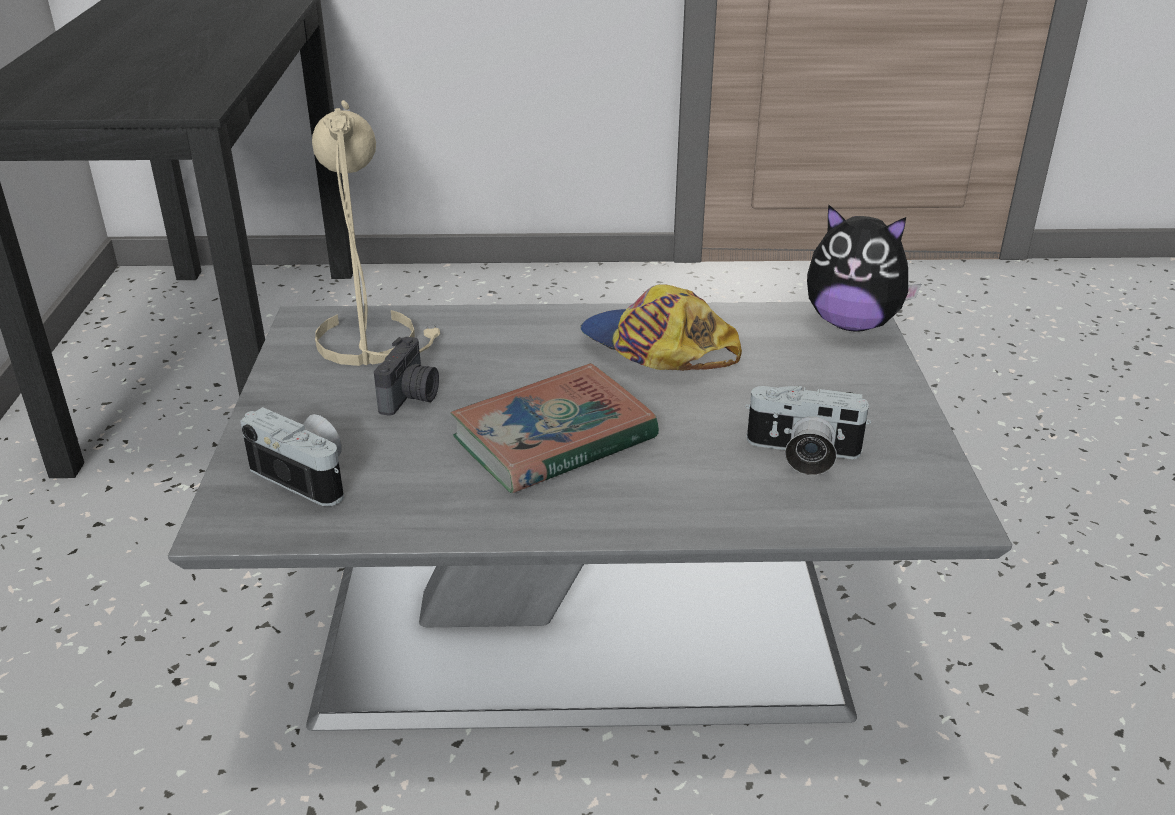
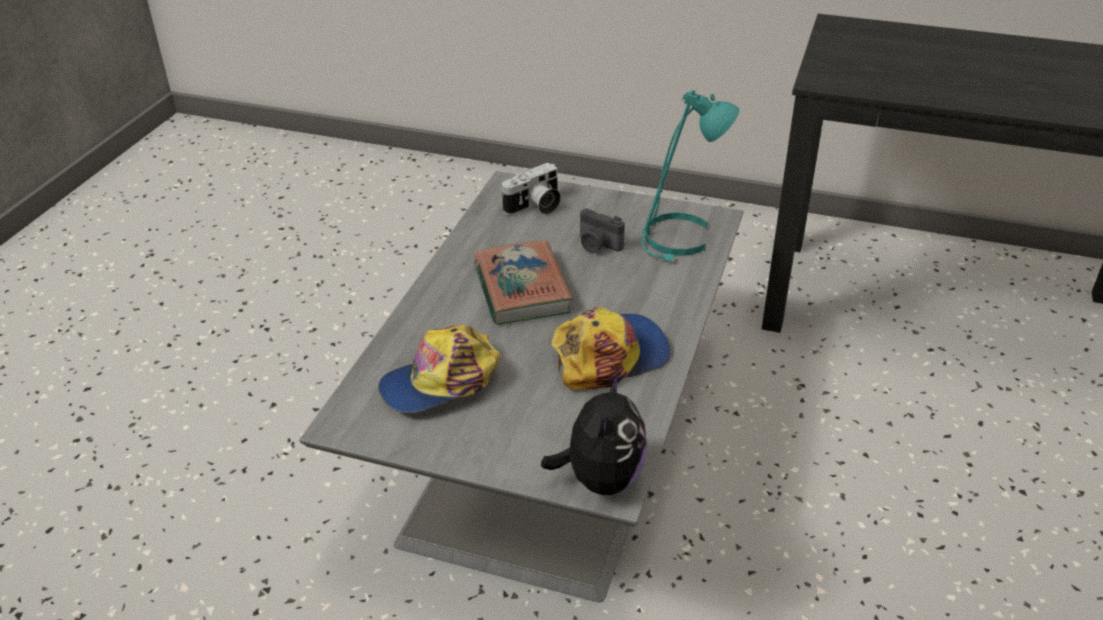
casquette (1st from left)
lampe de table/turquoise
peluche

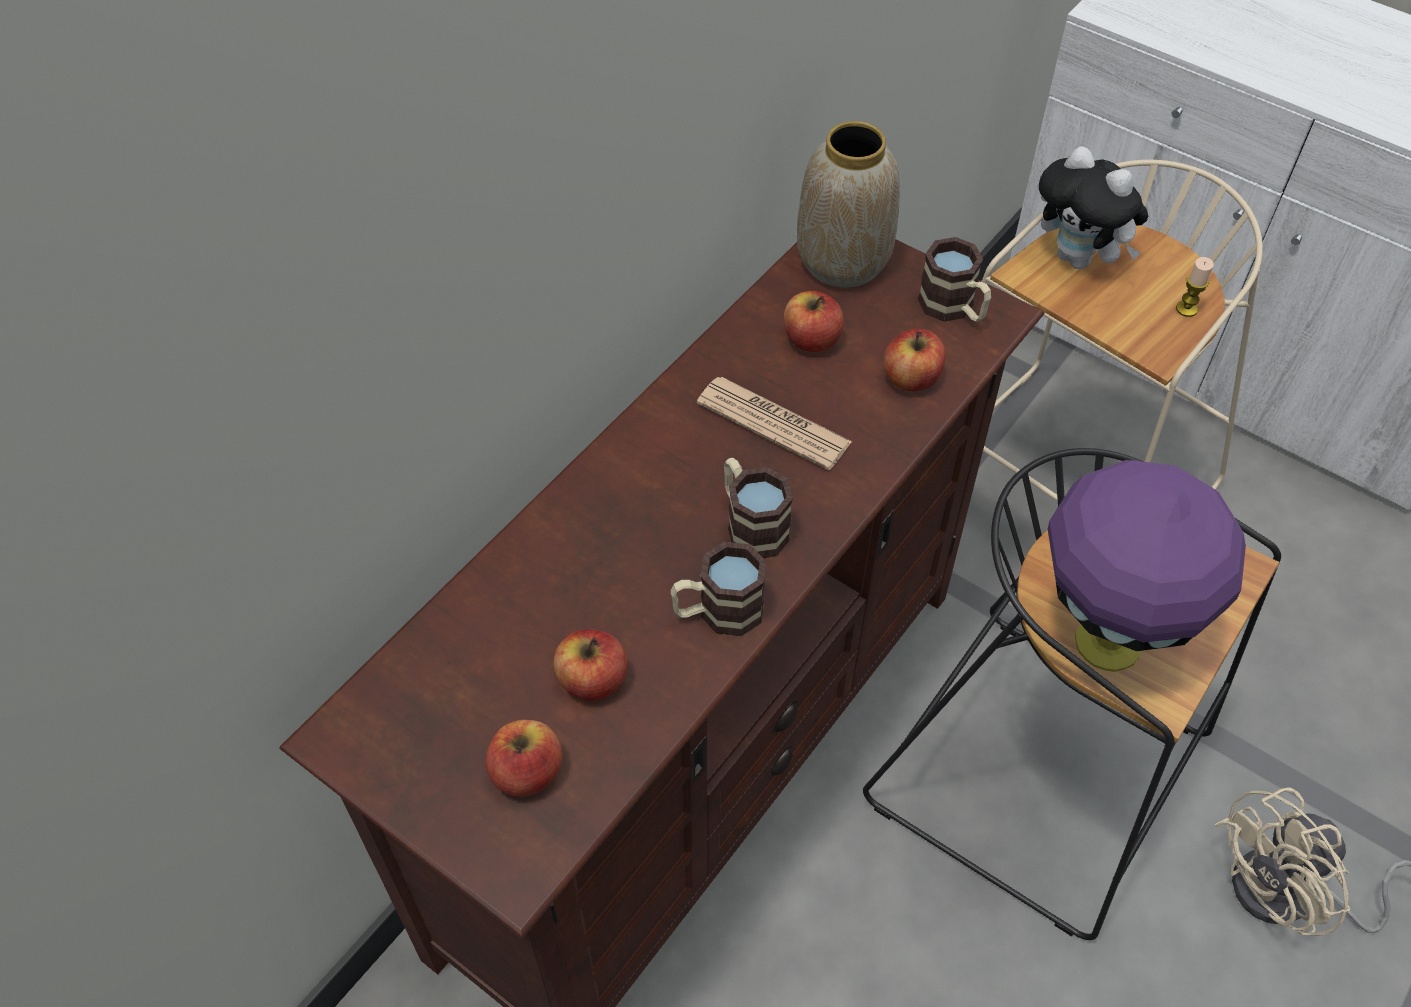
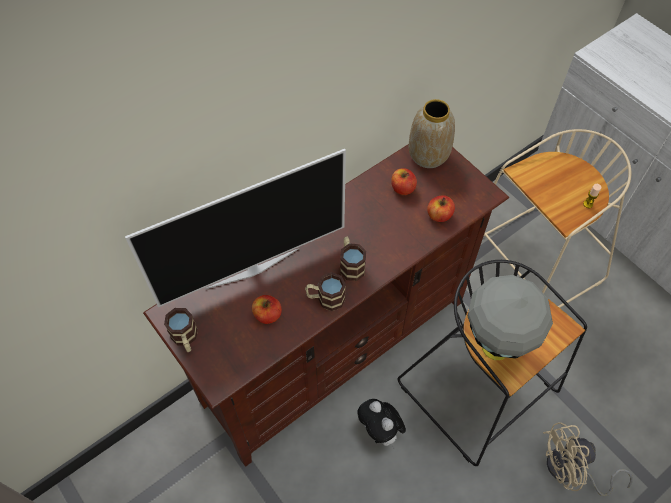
pomme (1st from left in the first image)
journal
téléviseur
mug (1st from left)
peluche
lampe de table/gris

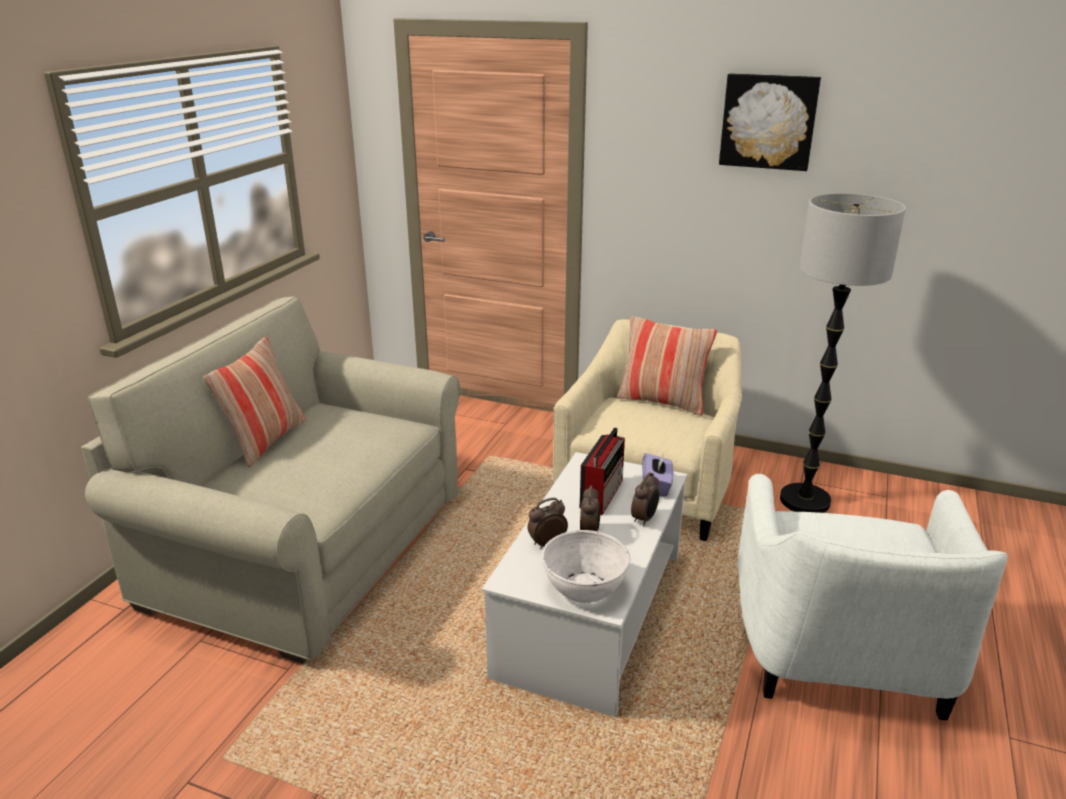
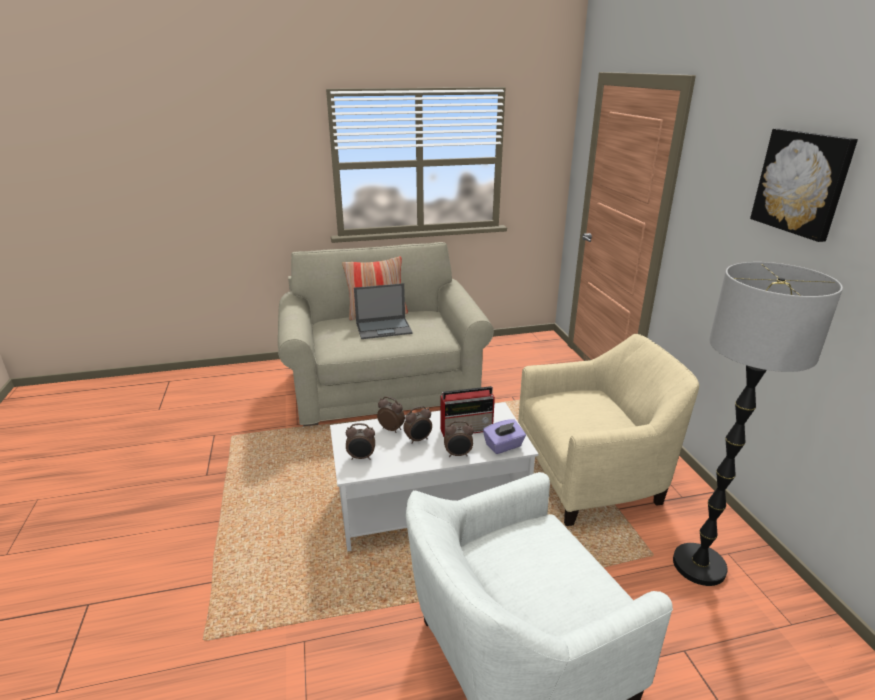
coussin (2nd from left in the first image)
ordinateur portable
réveil (1st from left)

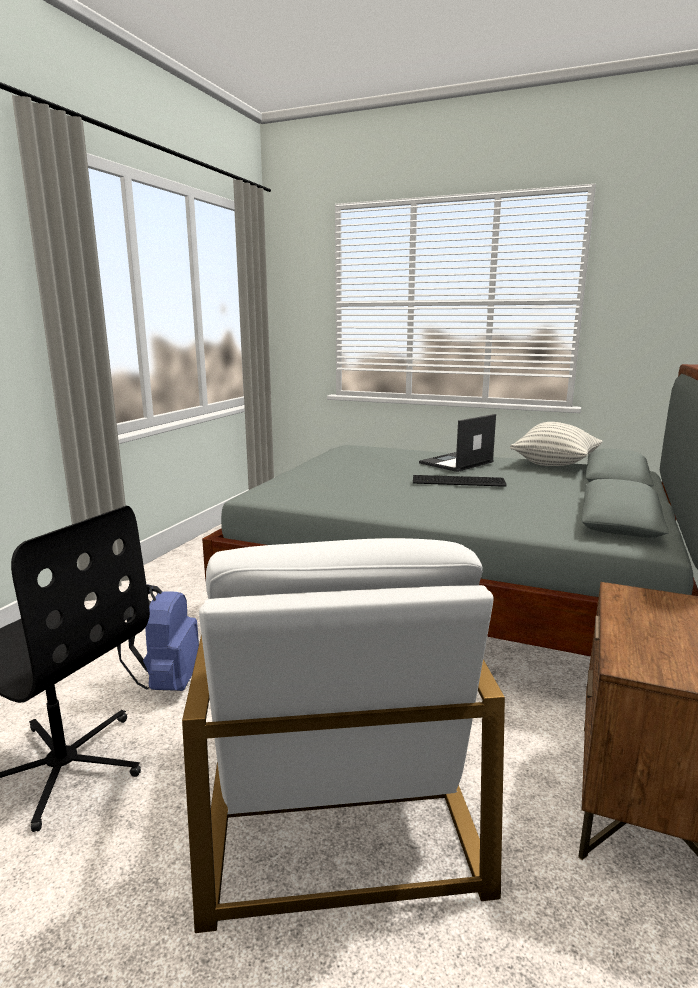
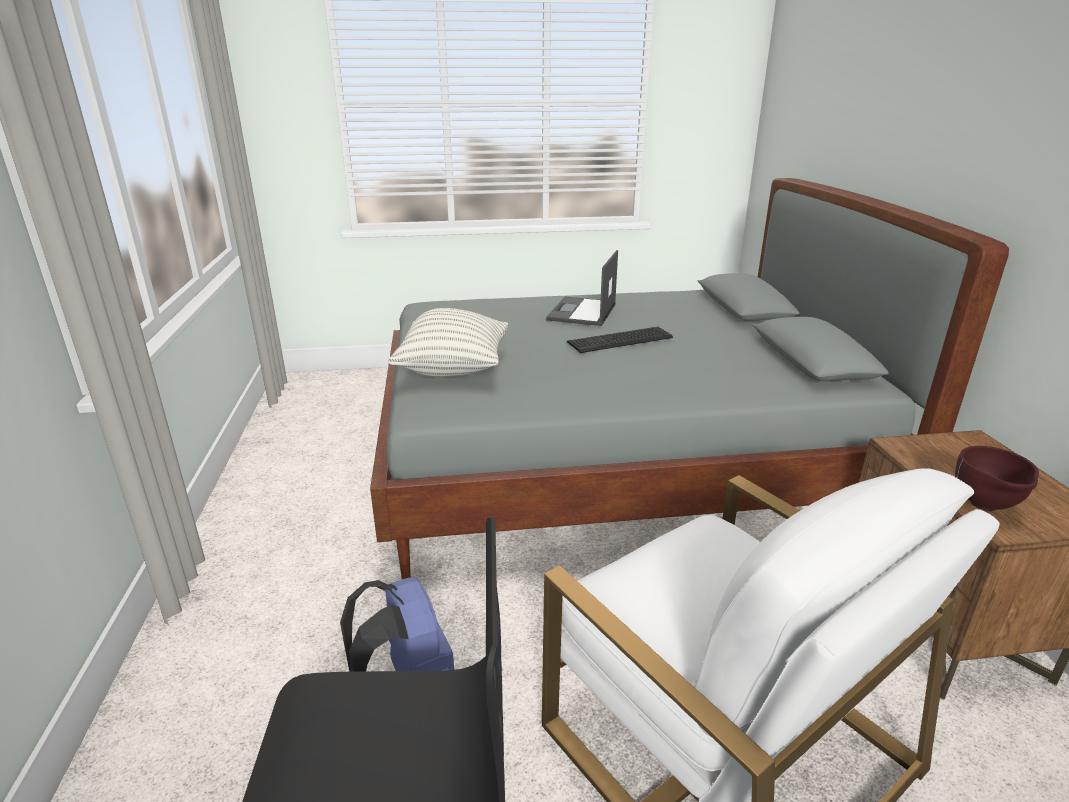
bol/marron
coussin

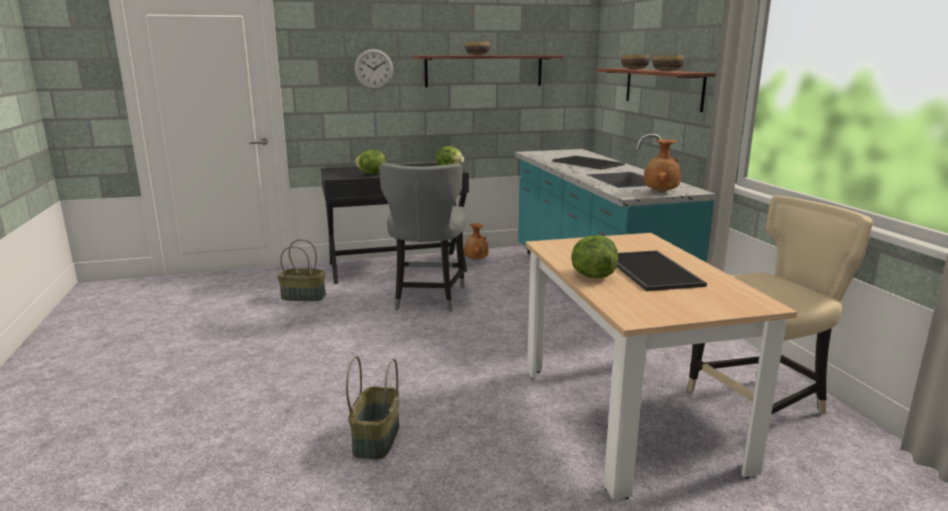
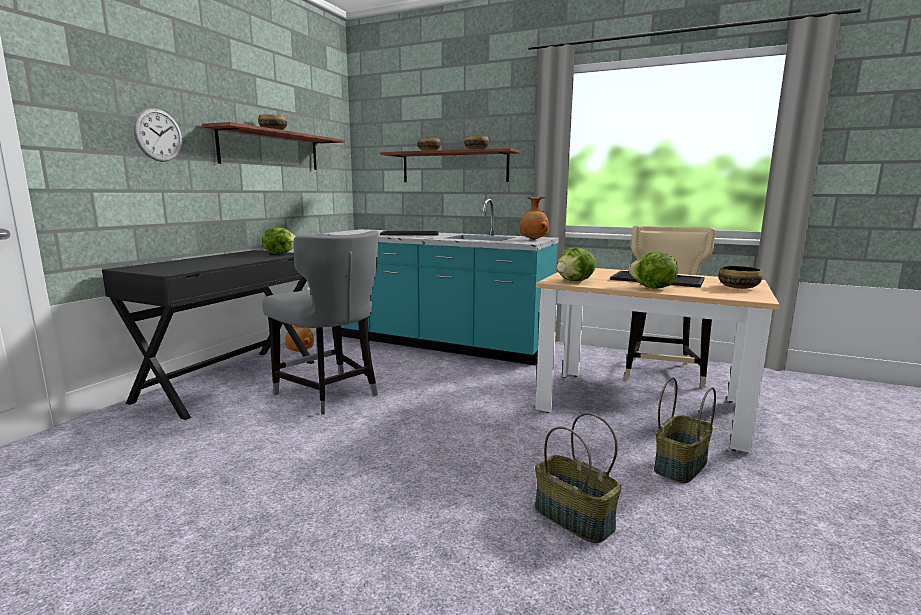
bol (4th from left)
panier (2nd from left)
laitue (2nd from left)

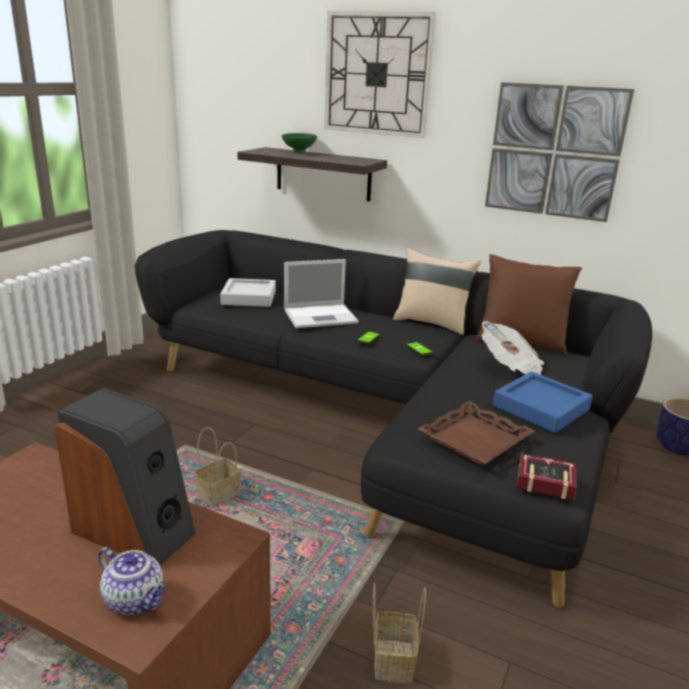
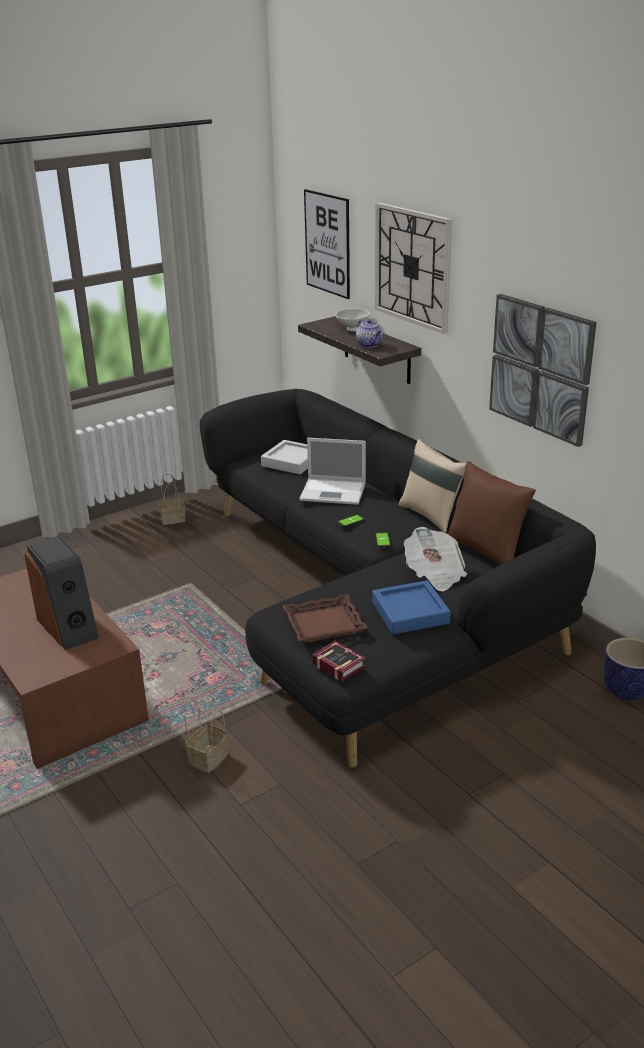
tableau (1st from left)
théière
panier (1st from left)
bol/blanc

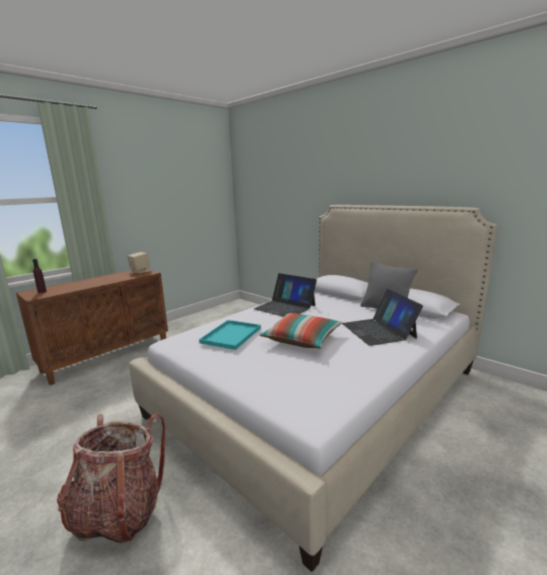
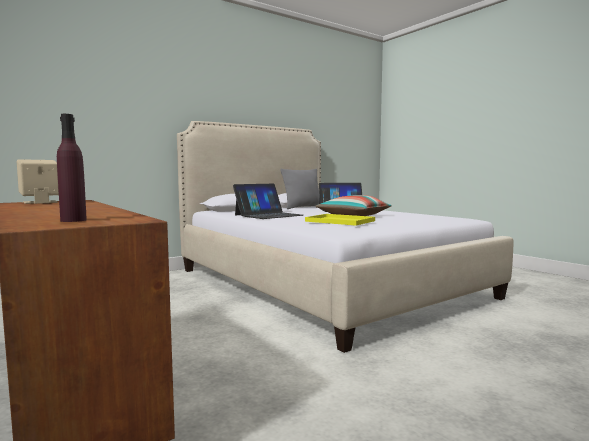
sac à dos
plateau/jaune

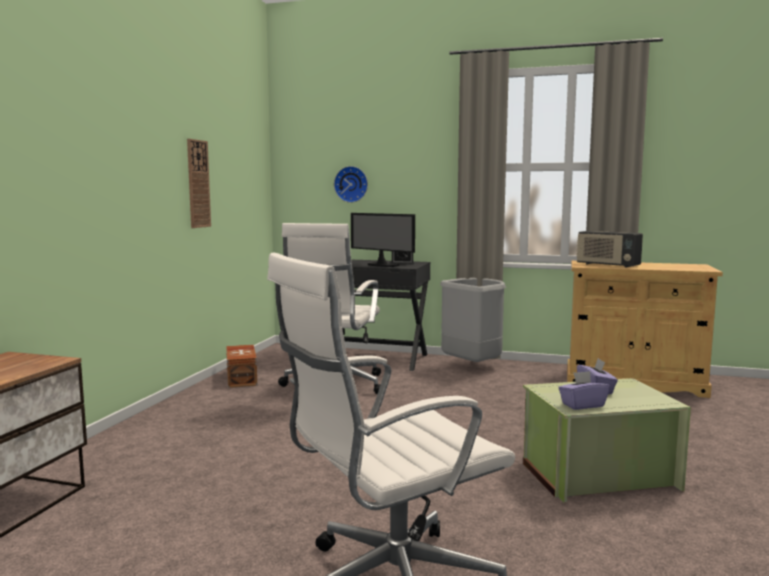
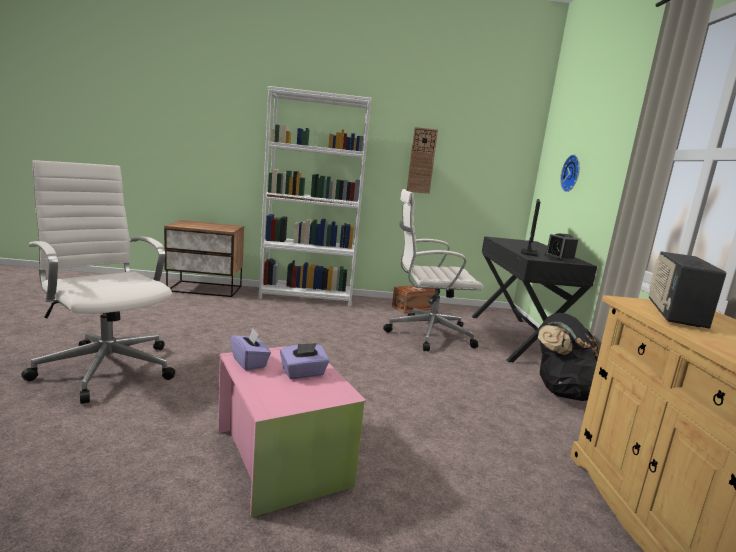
bibliothèque/blanc
sac à dos/noir
boîte de rangement/rose

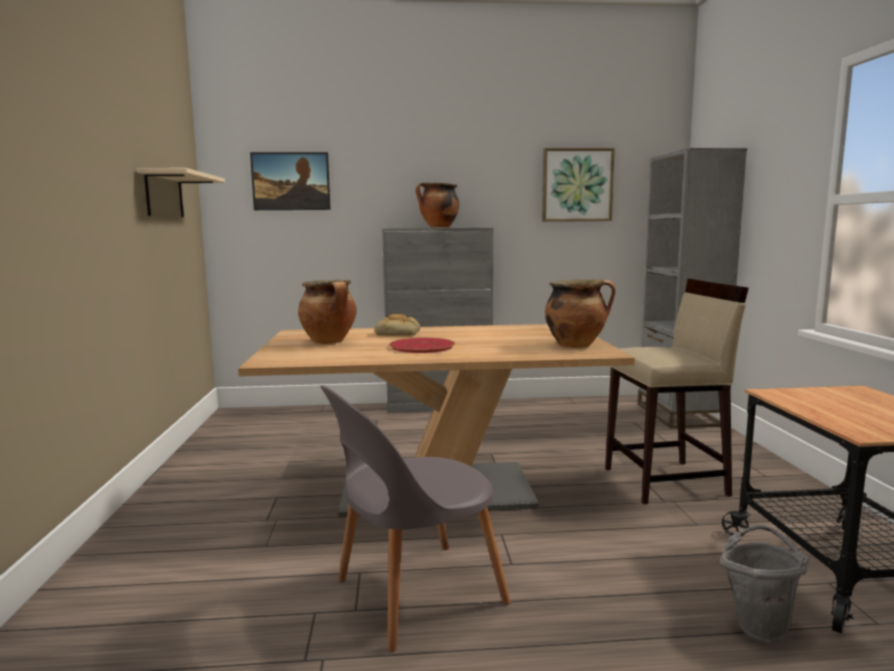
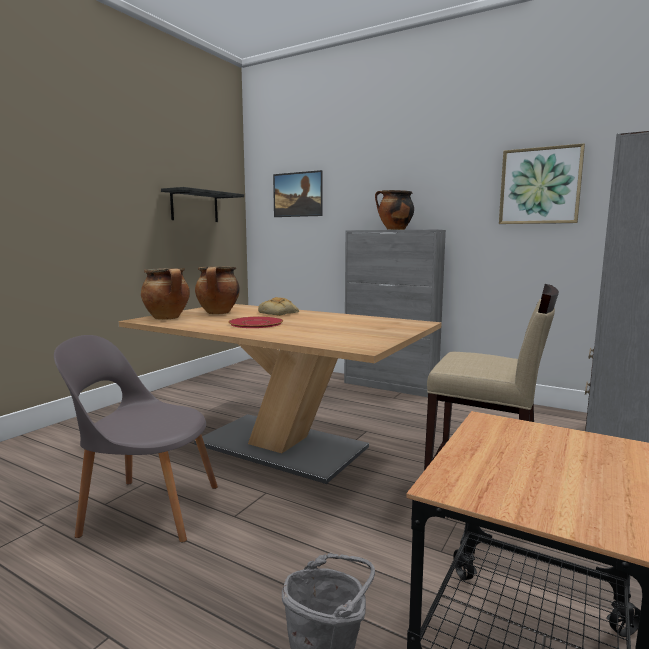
marmite (1st from left)
étagère/noir

